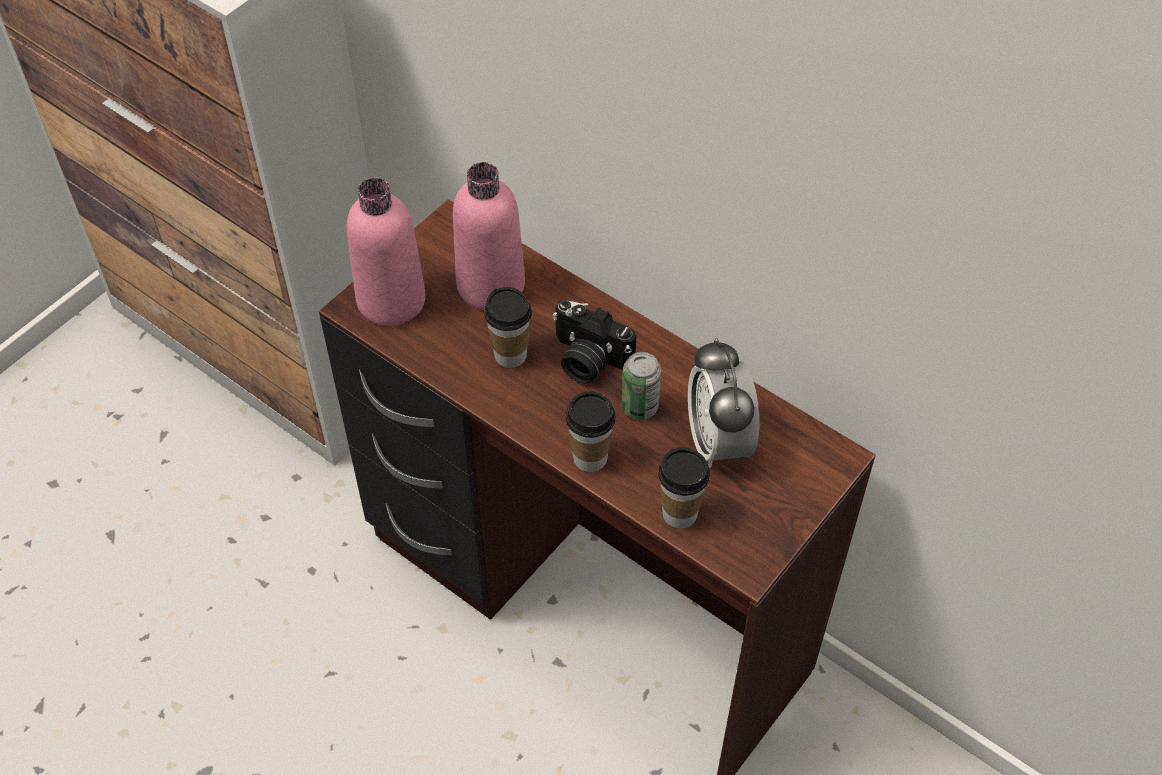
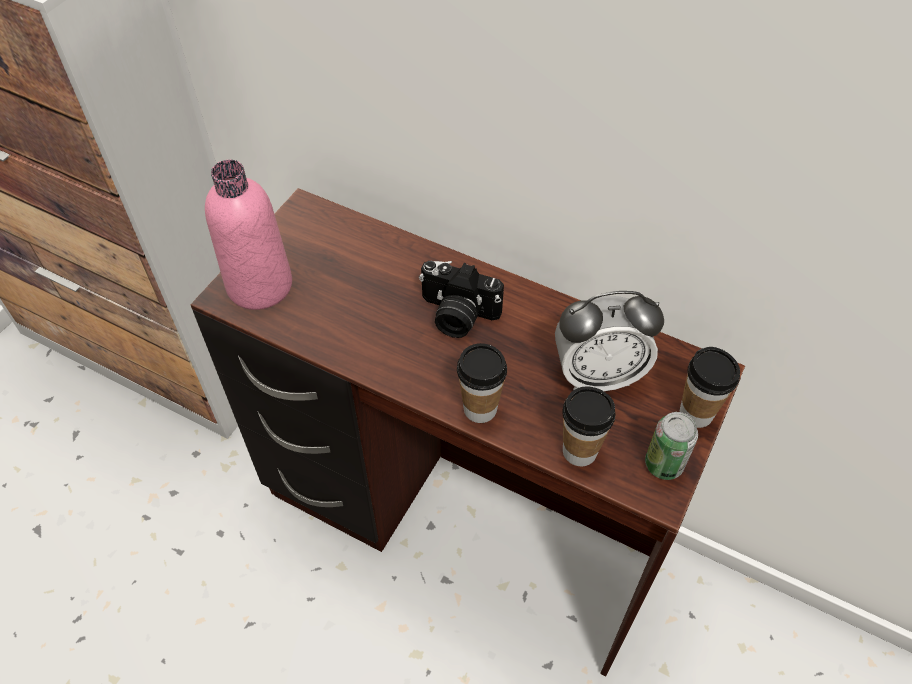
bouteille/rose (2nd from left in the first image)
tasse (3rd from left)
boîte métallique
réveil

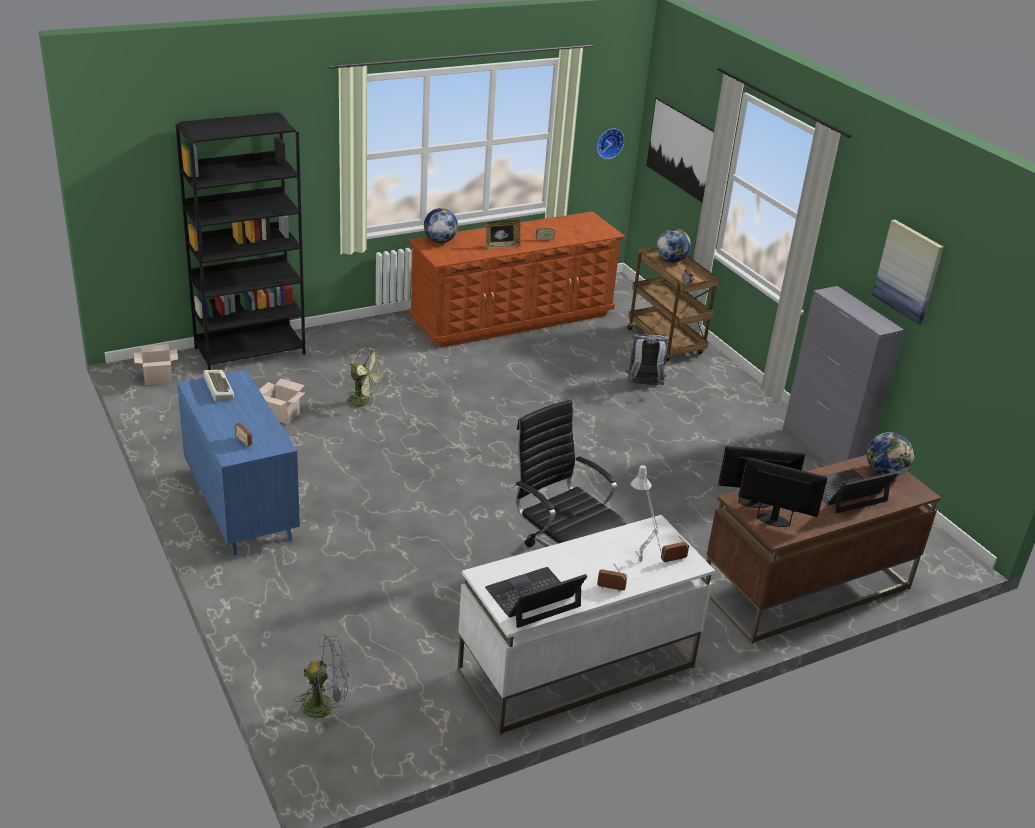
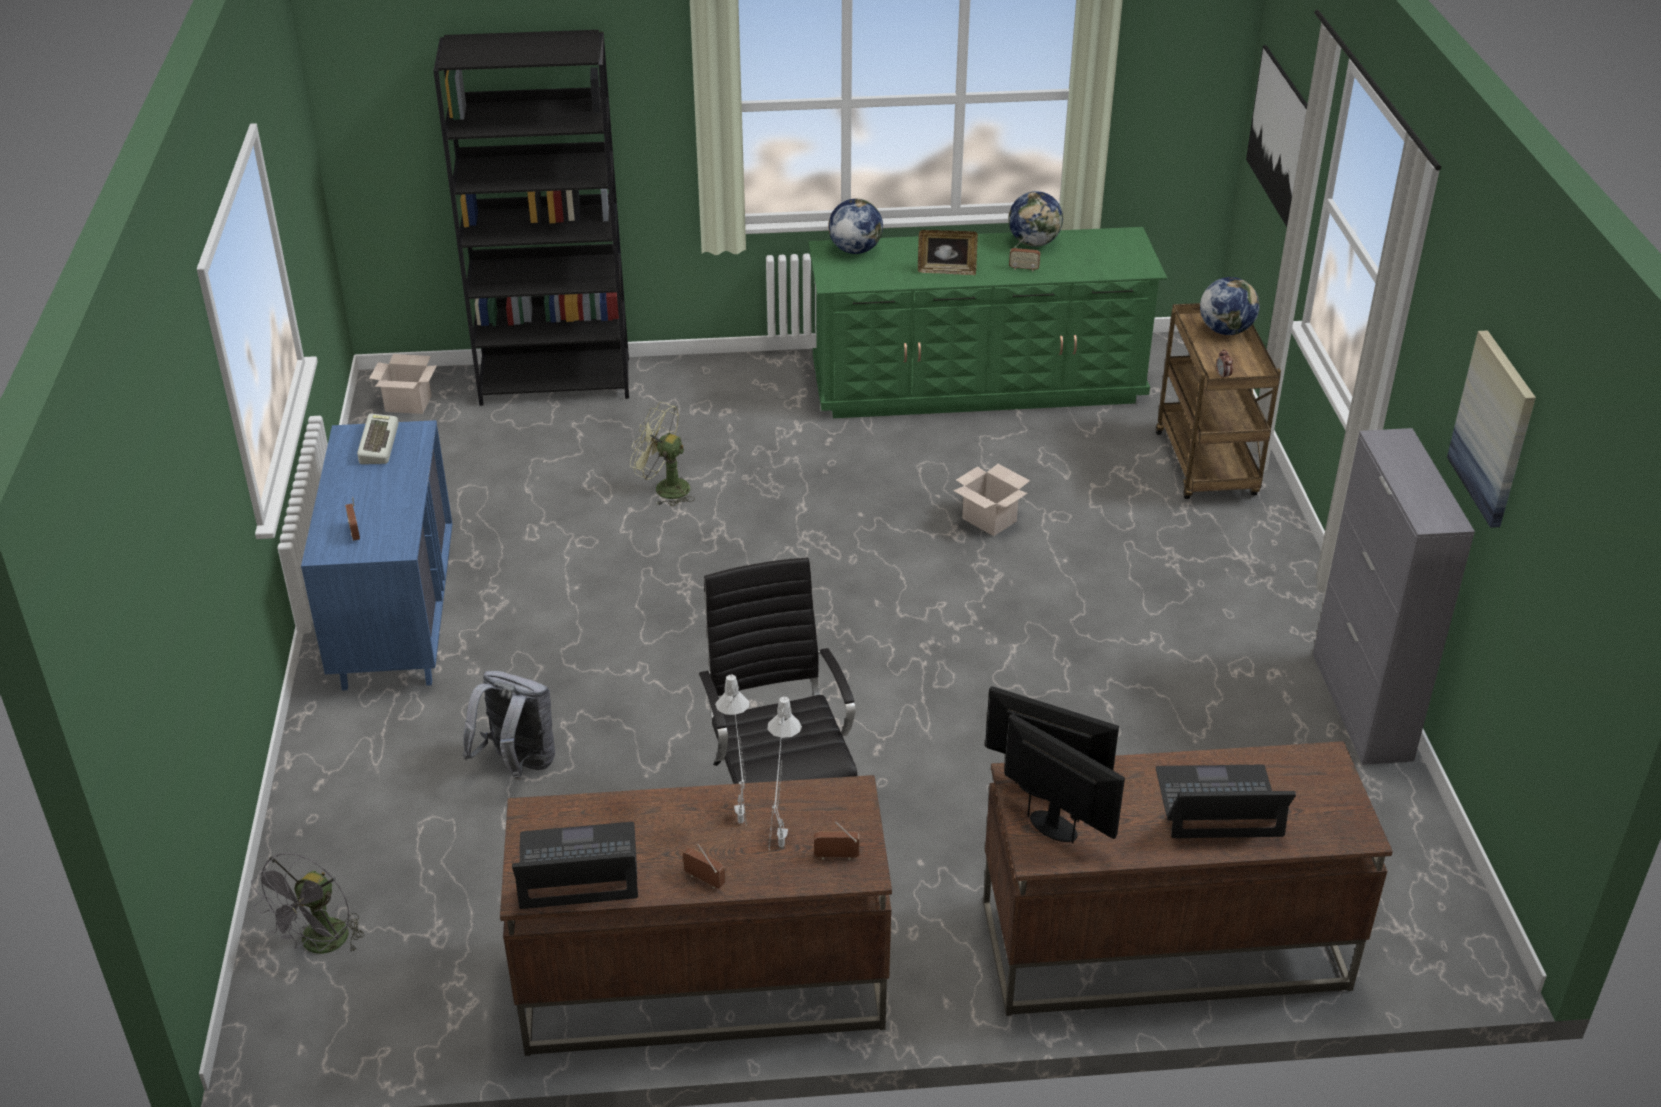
horloge murale
lampe de table/gris (1st from left)
carton (2nd from left)
sac à dos/gris
globe (2nd from left)
commode/vert
bureau/marron (1st from left)
ventilateur/gris
ventilateur/vert

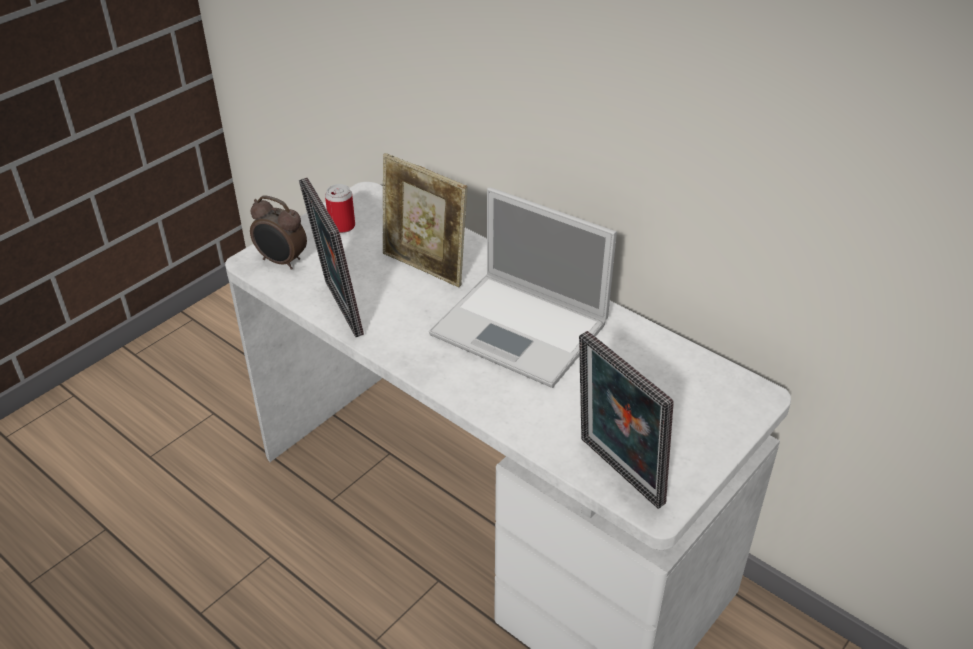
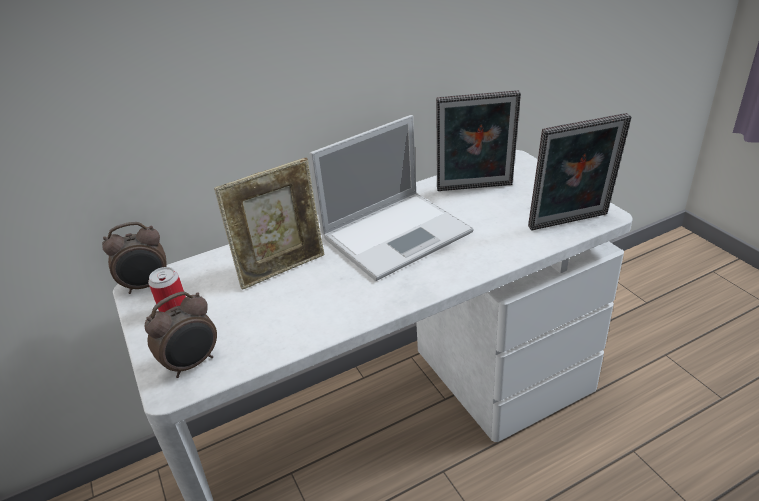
réveil (1st from left)
cadre photo (2nd from left)

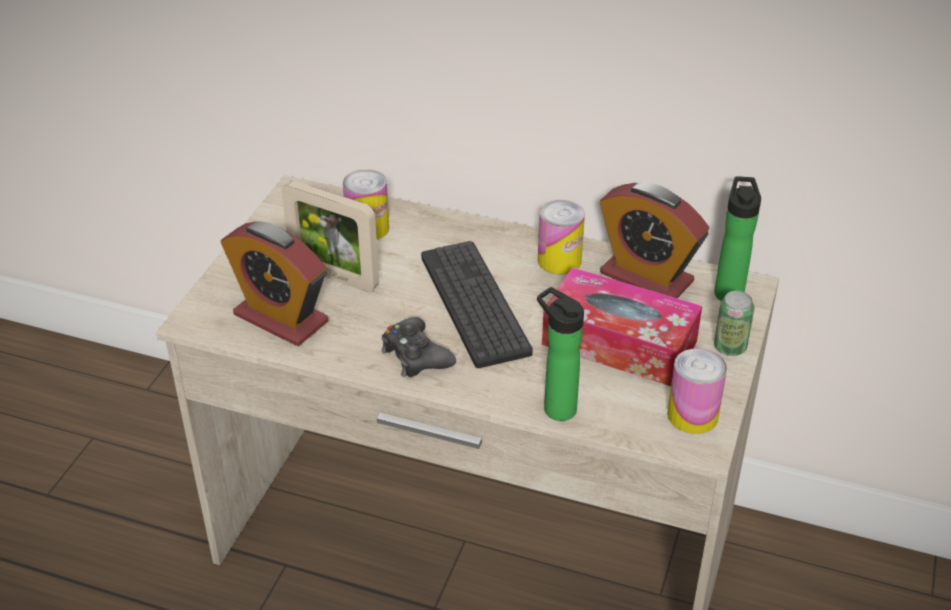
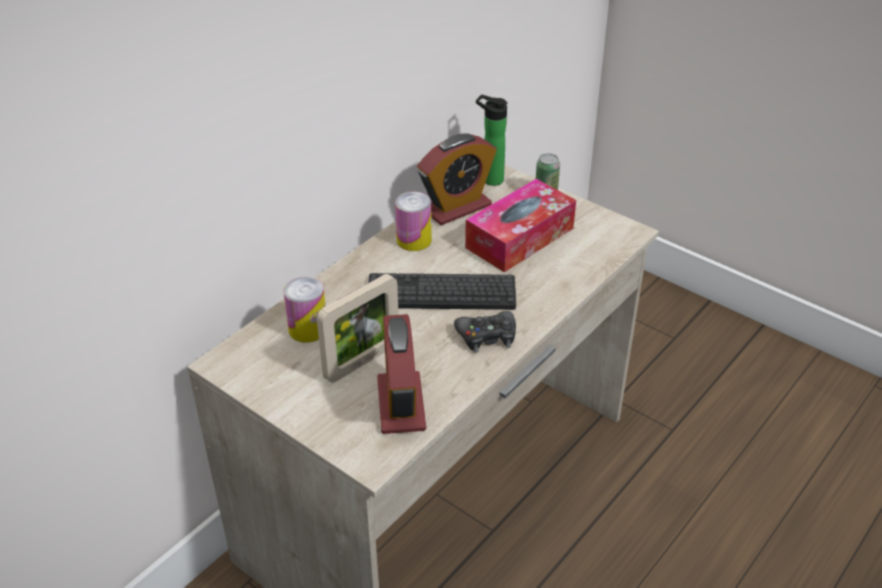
bouteille (1st from left in the first image)
boîte métallique (3rd from left in the first image)
réveil (1st from left)

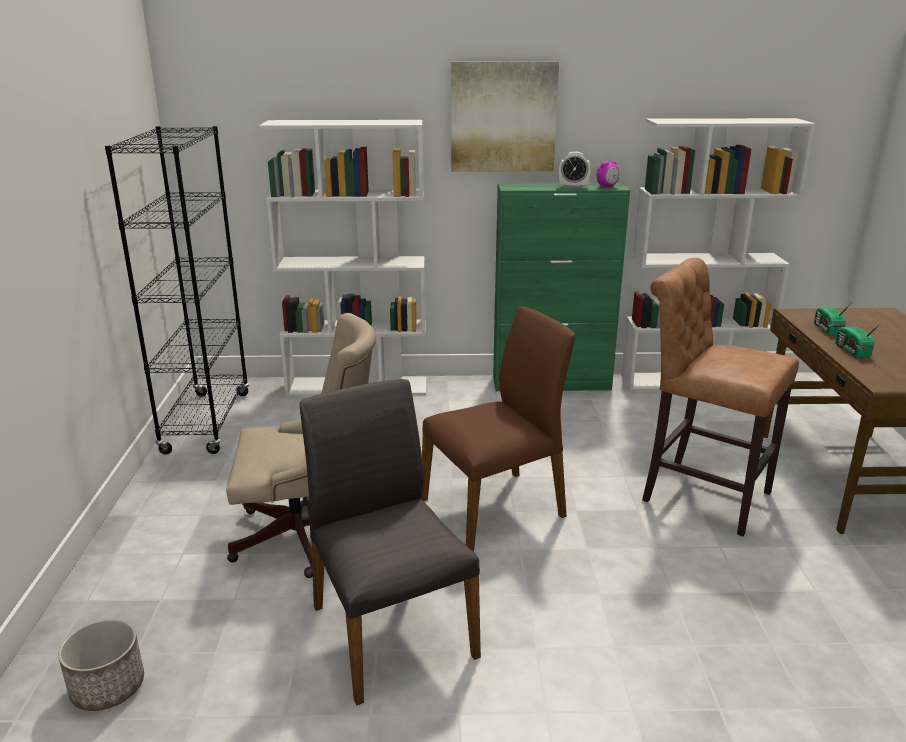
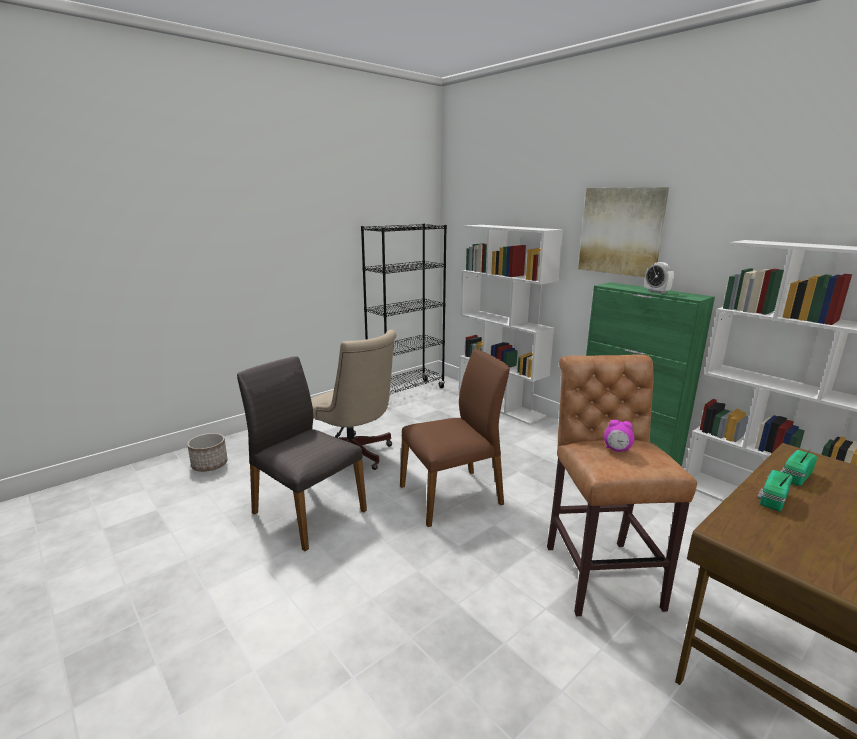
réveil (1st from left)
chaise/gris
chaise/marron

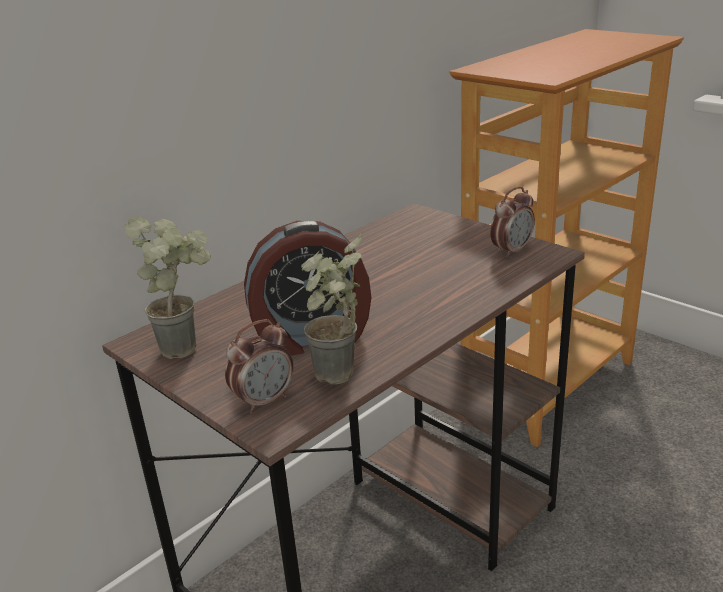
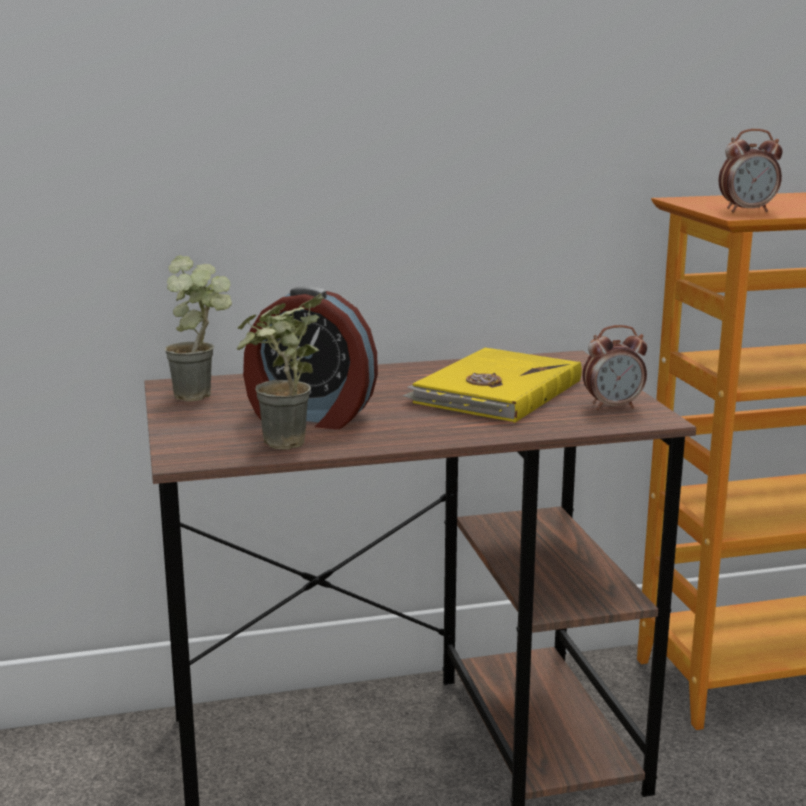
livre/jaune
réveil (3rd from left)

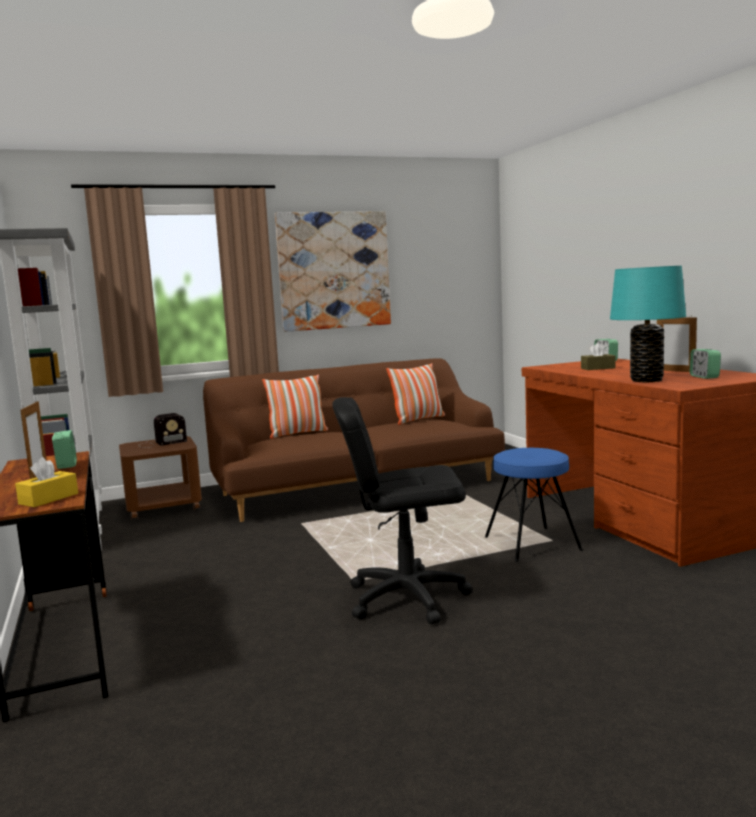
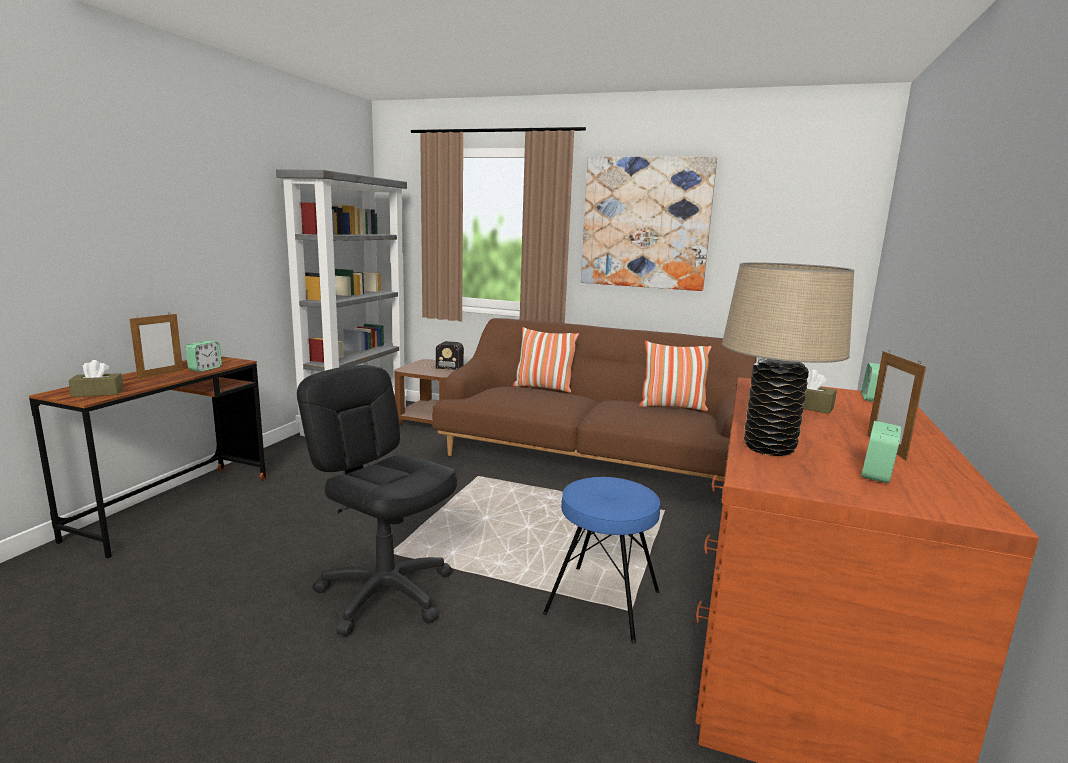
boîte à mouchoirs/marron (1st from left)
lampe de table/beige

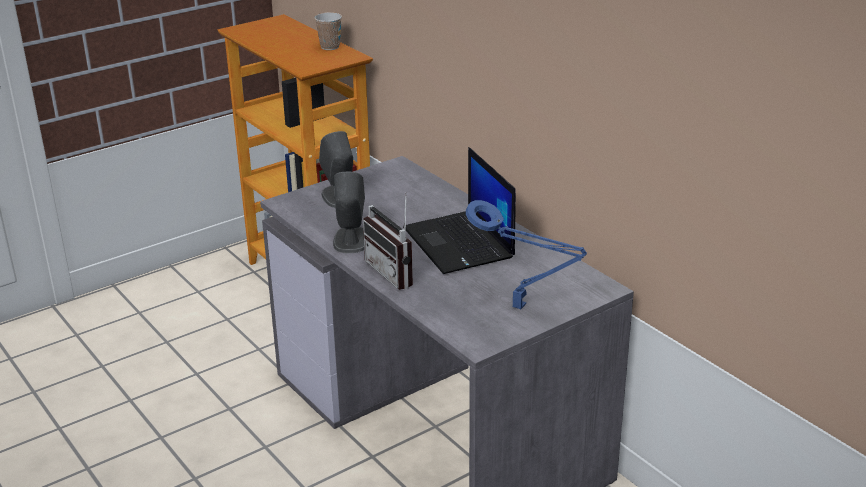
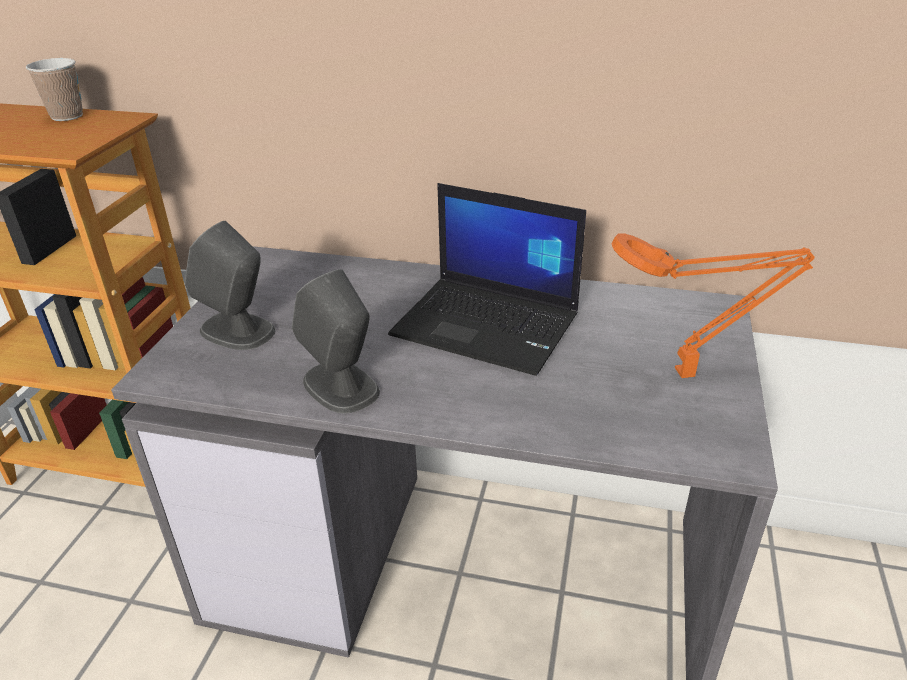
radio
lampe de table/orange

